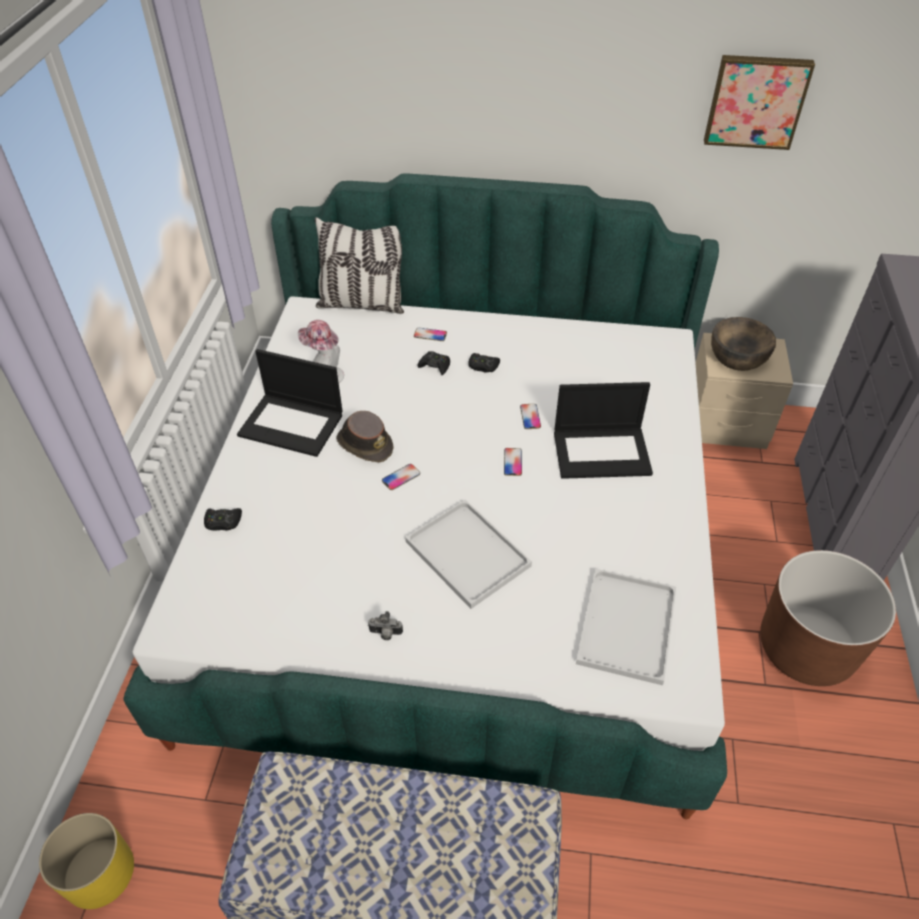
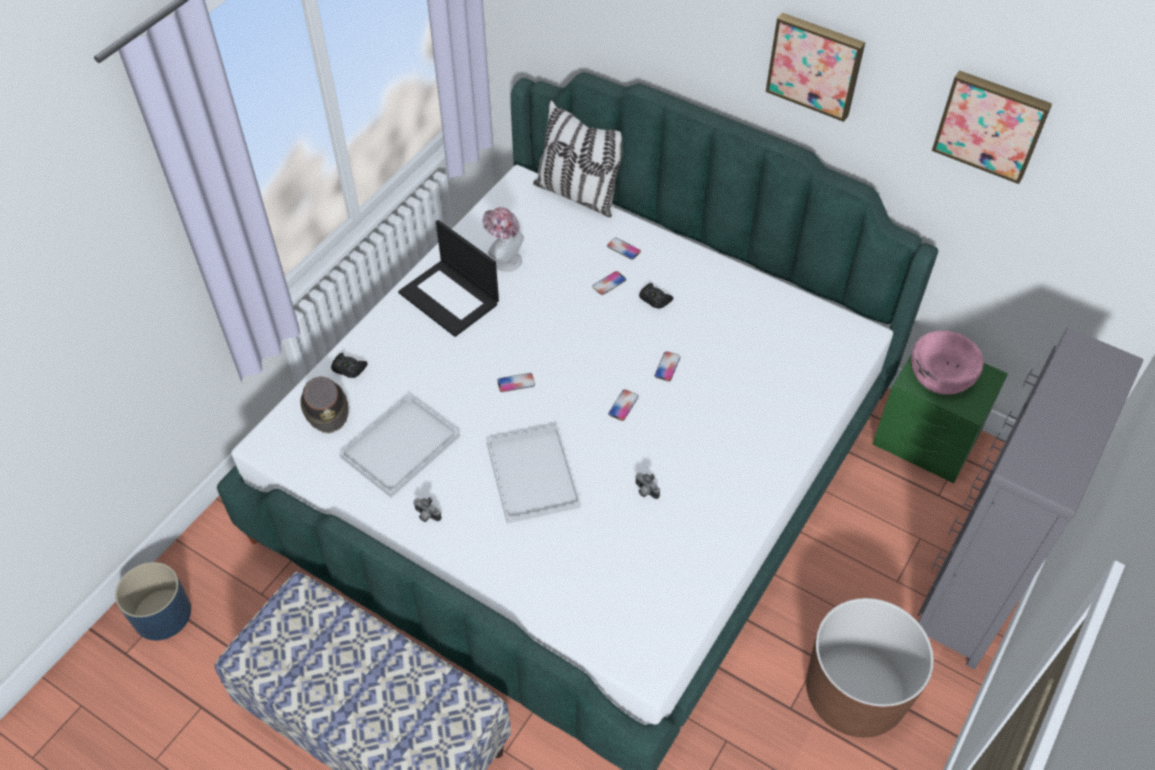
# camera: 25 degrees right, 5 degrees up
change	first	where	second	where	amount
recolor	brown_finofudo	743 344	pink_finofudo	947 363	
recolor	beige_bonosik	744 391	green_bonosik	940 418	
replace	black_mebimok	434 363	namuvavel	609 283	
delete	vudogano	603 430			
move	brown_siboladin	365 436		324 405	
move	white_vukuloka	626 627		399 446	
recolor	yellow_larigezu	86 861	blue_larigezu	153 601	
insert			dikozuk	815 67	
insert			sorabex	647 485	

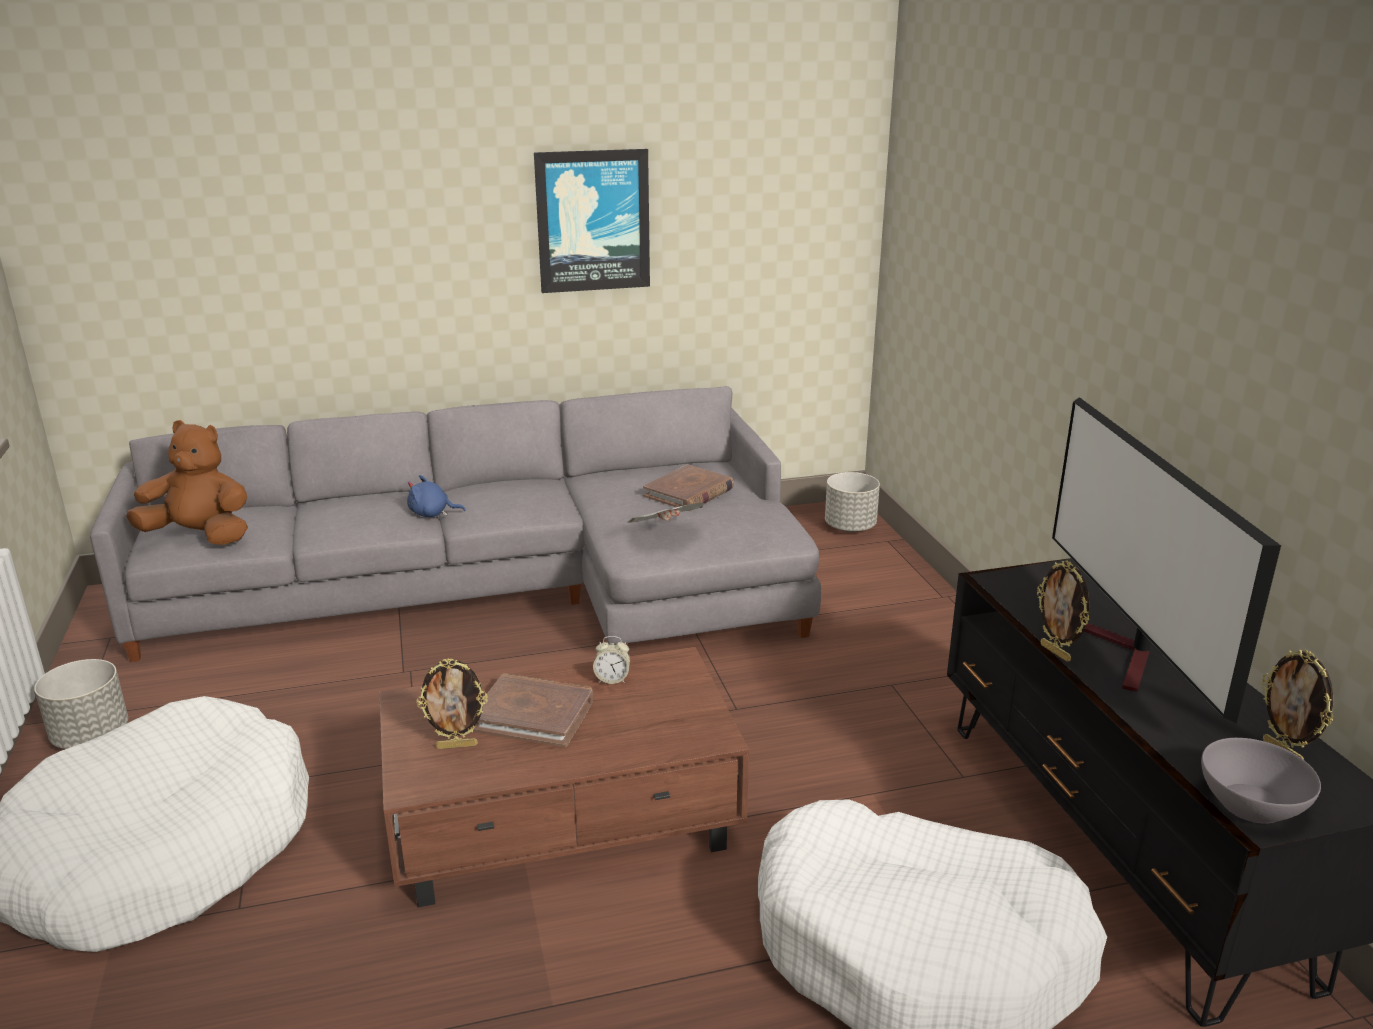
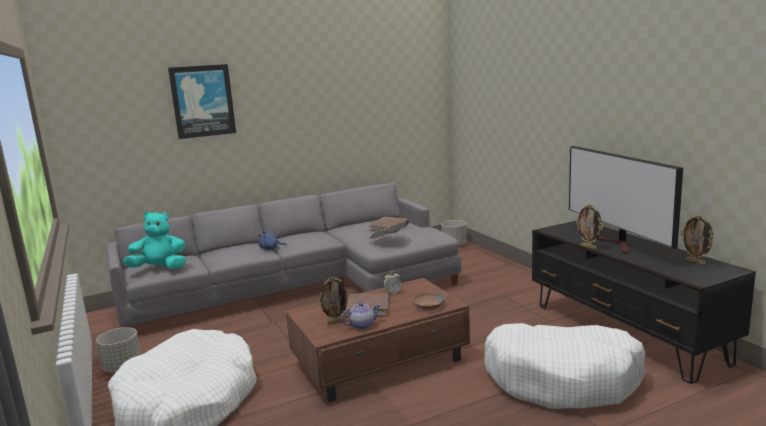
# camera: 10 degrees left, 10 degrees down
change	first	where	second	where	amount
move	dikozuk	592 221		202 101	
recolor	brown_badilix	187 482	turquoise_badilix	154 240	
delete	grey_finofudo	1261 781			
insert			brown_finofudo	429 301	
insert			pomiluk	361 316	

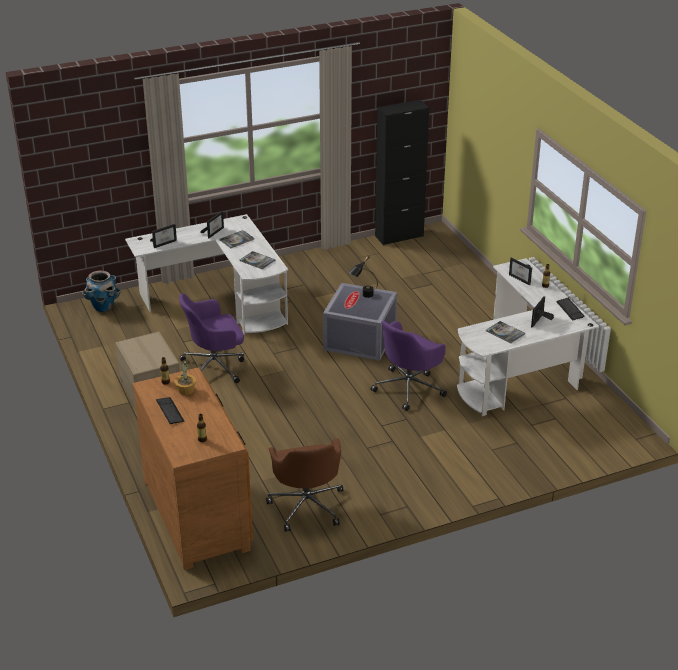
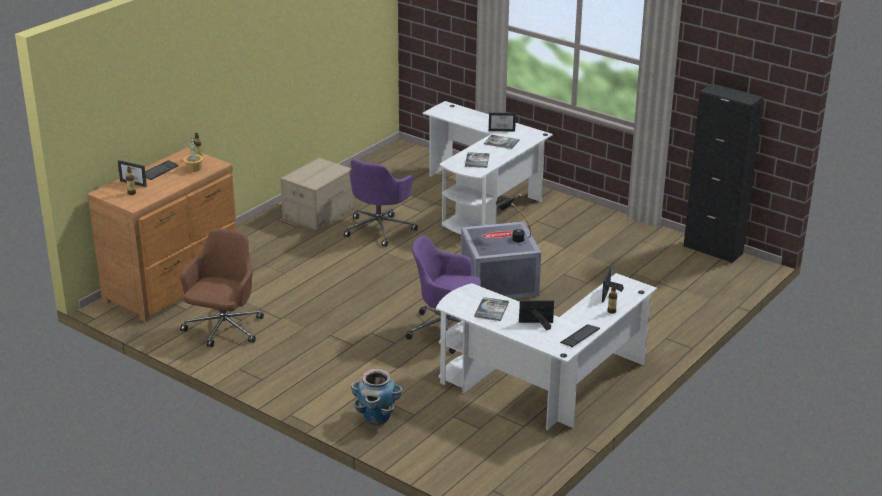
# camera: 60 degrees right, 5 degrees down
change	first	where	second	where	amount
move	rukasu	163 236		132 173	
move	larigezu	101 291		376 397	
rotate	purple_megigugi	211 338		381 203	105 degrees counterclockwise
rotate	brown_megigugi	304 485		222 288	150 degrees clockwise

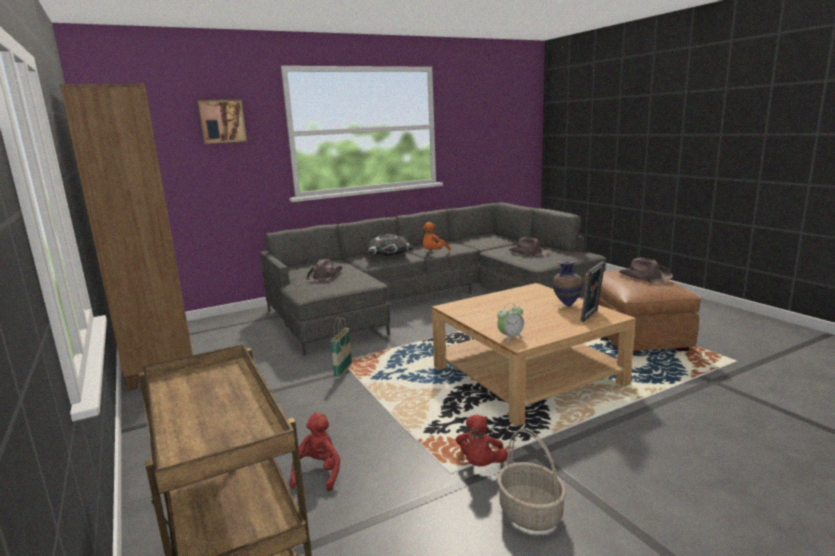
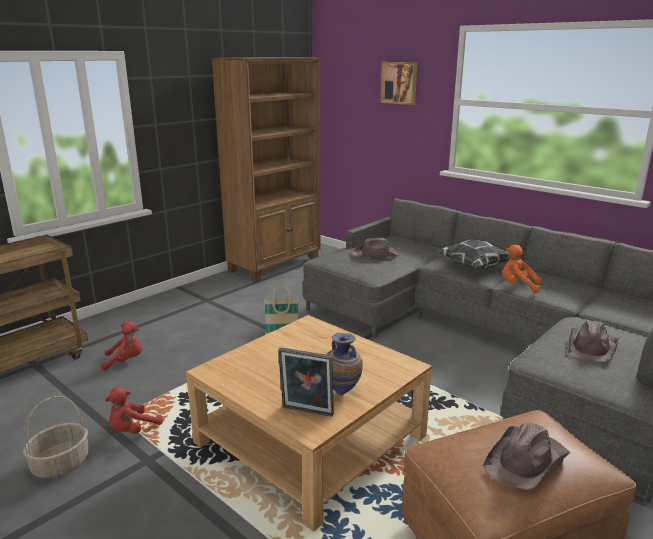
# camera: 70 degrees right, 5 degrees up
change	first	where	second	where	amount
delete	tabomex	510 322			
rotate	red_badilix	482 440		134 410	45 degrees counterclockwise

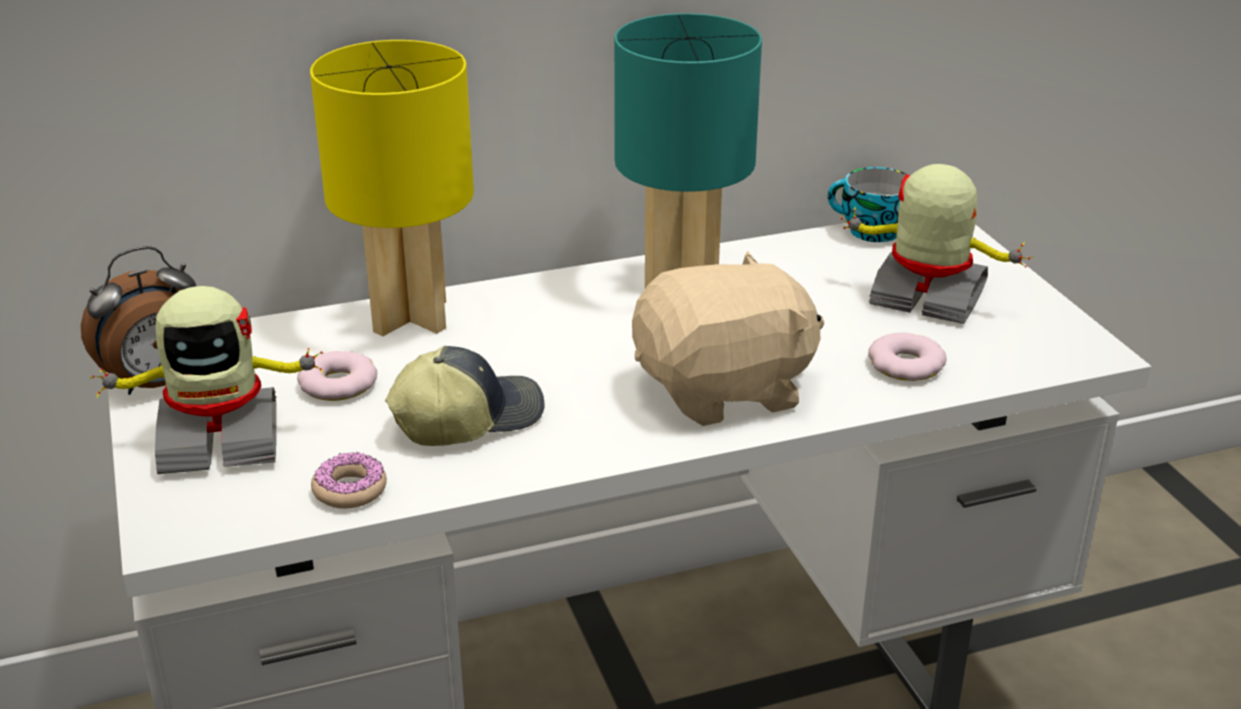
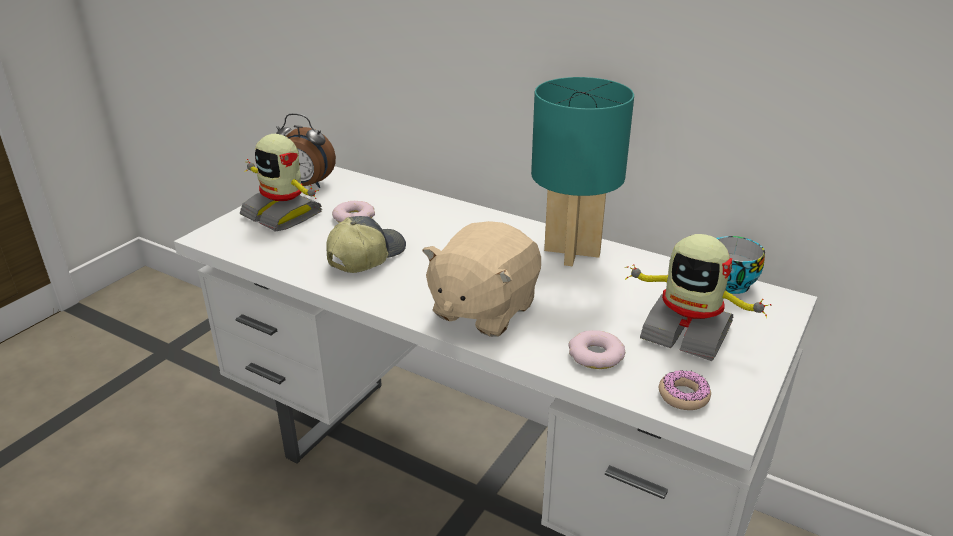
# camera: 50 degrees right, 0 degrees up
change	first	where	second	where	amount
delete	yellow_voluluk	392 188			
rotate	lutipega	937 244		699 297	135 degrees clockwise
rotate	beige_badilix	728 338		481 279	90 degrees clockwise
rotate	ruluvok	465 396		366 244	75 degrees counterclockwise
move	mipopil	349 480		685 390	

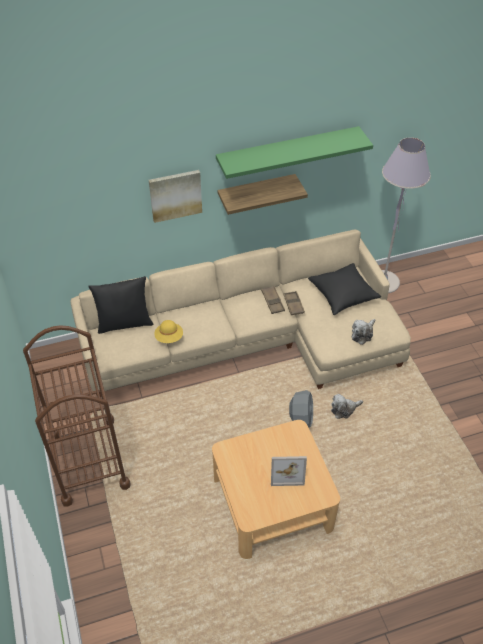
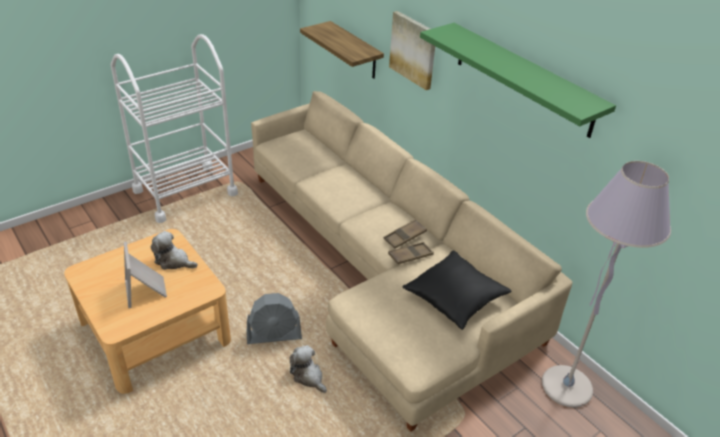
# camera: 70 degrees right, 10 degrees down
change	first	where	second	where	amount
move	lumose	262 194		342 50	
delete	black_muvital	121 305			
move	badilix	363 332		174 250	
delete	yellow_siboladin	168 331			
recolor	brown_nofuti	77 416	white_nofuti	174 128	

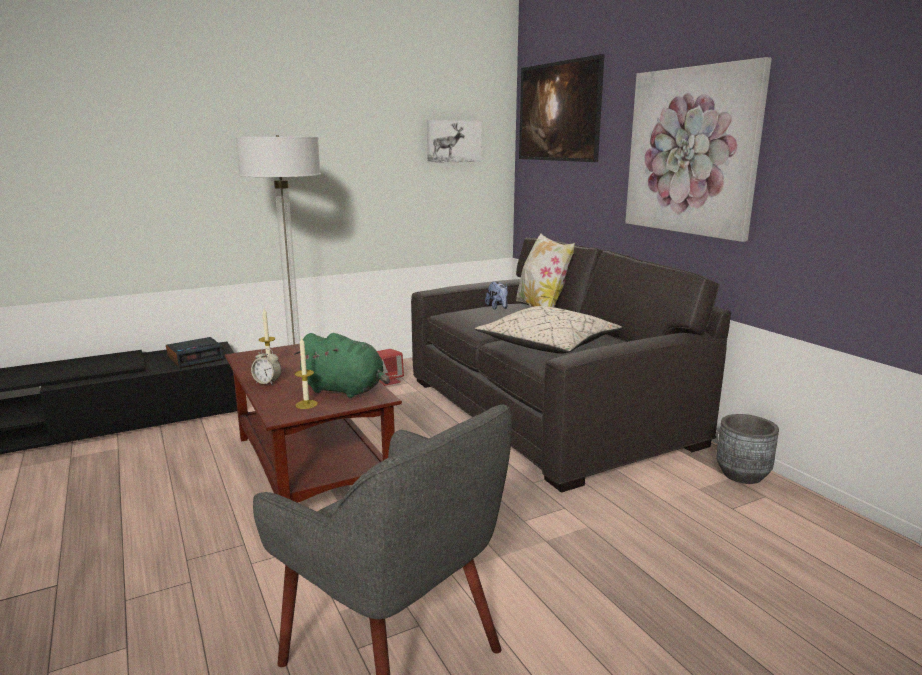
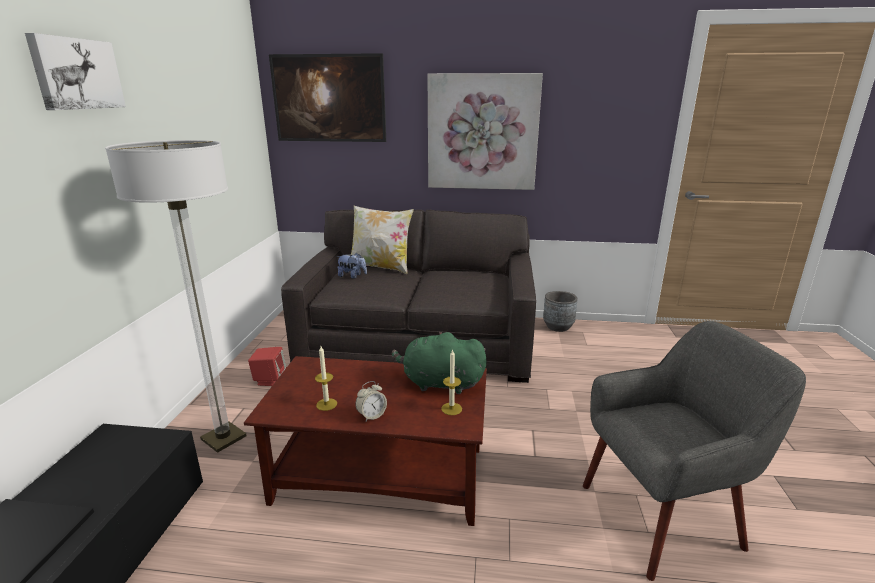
# camera: 55 degrees left, 5 degrees up
change	first	where	second	where	amount
move	dikozuk	454 141		75 71	
delete	beige_muvital	548 330			
rotate	green_badilix	342 365		439 362	135 degrees counterclockwise
delete	tabomex	195 352			

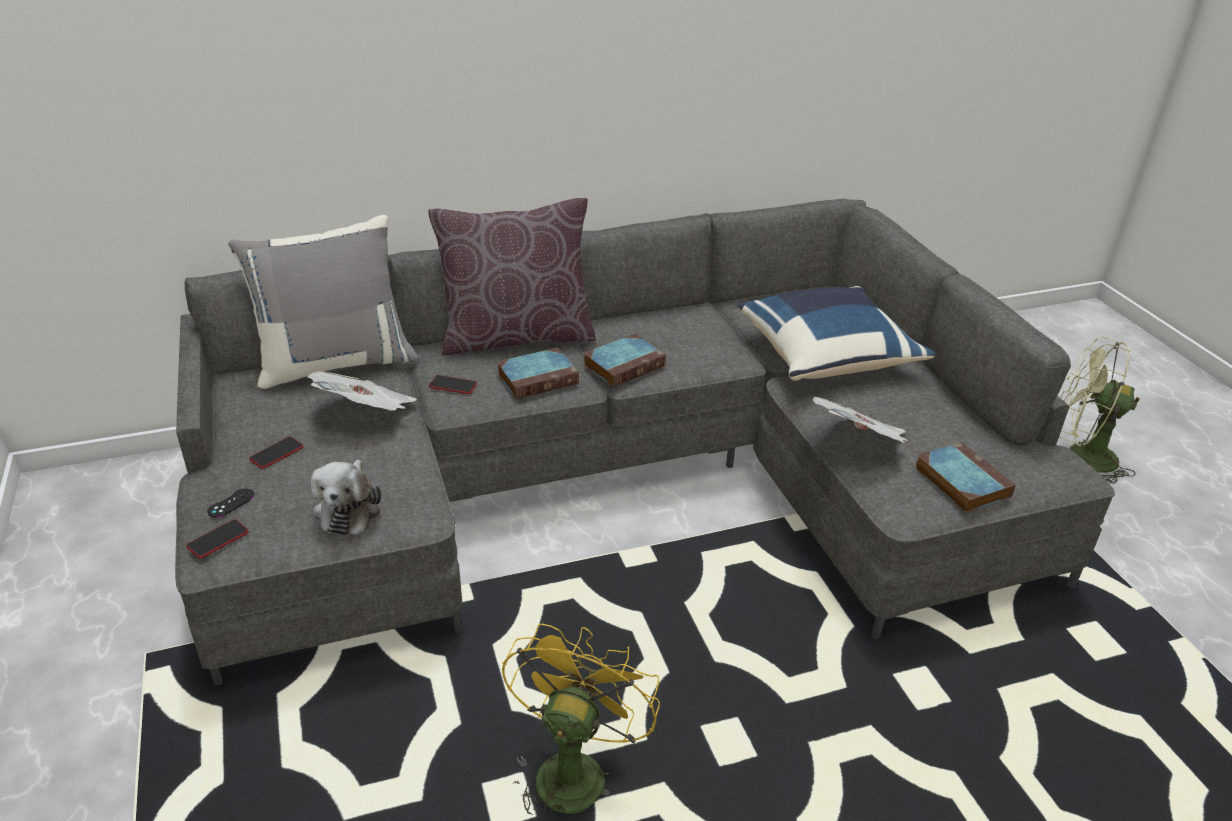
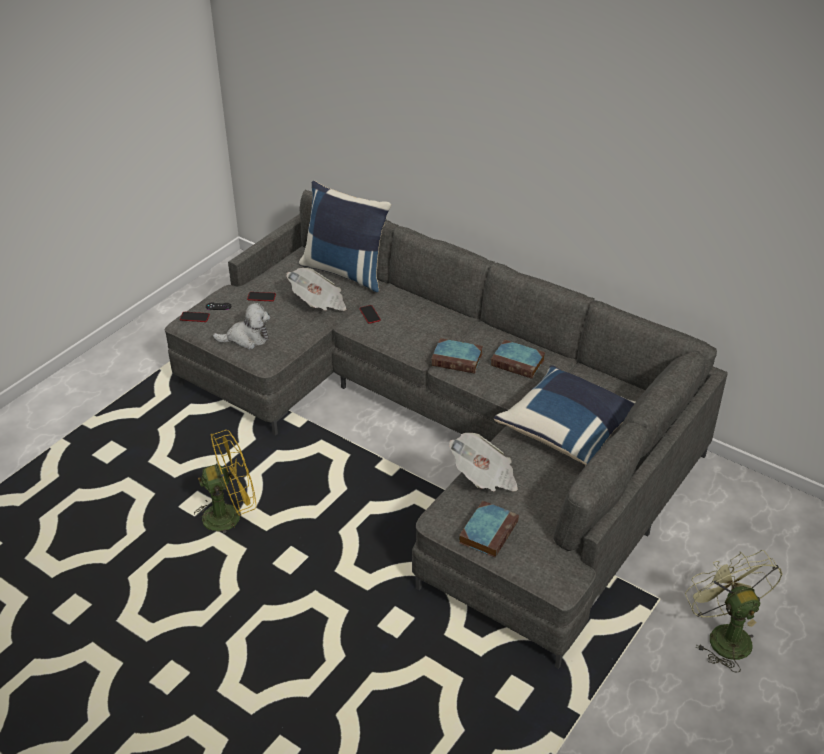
# camera: 55 degrees right, 5 degrees up
change	first	where	second	where	amount
delete	brown_muvital	512 277			
recolor	grey_muvital	323 303	blue_muvital	345 236	
move	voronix	538 373		518 359	
rotate	badilix	346 497		241 326	150 degrees counterclockwise

